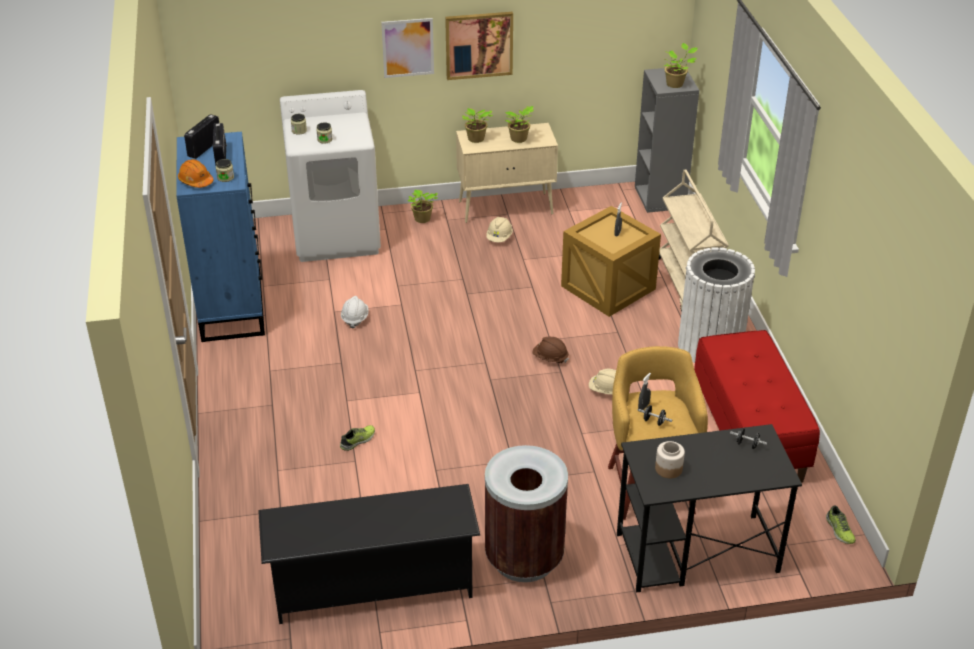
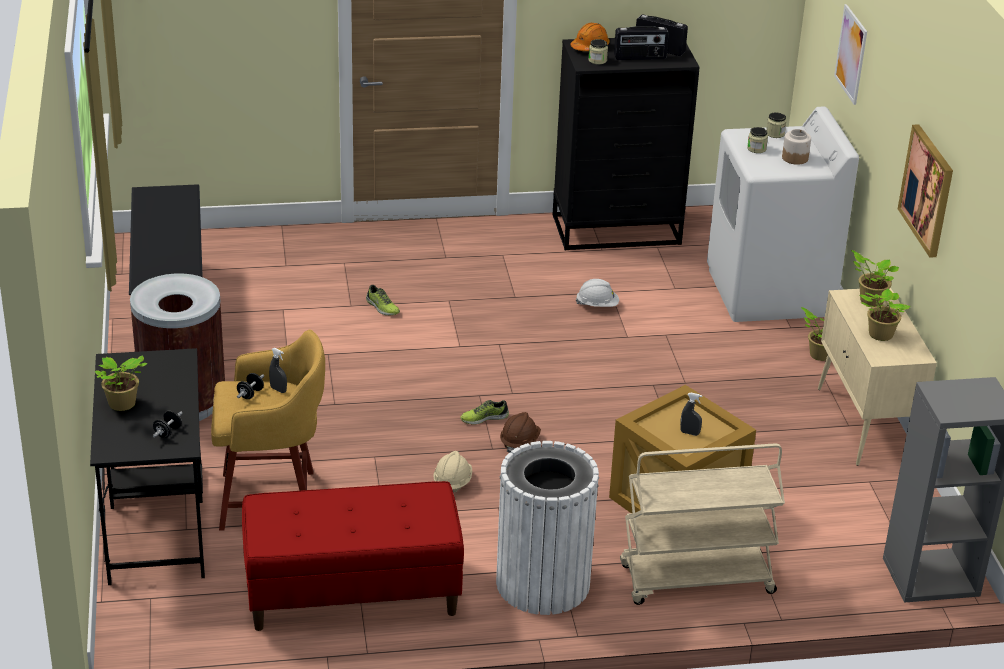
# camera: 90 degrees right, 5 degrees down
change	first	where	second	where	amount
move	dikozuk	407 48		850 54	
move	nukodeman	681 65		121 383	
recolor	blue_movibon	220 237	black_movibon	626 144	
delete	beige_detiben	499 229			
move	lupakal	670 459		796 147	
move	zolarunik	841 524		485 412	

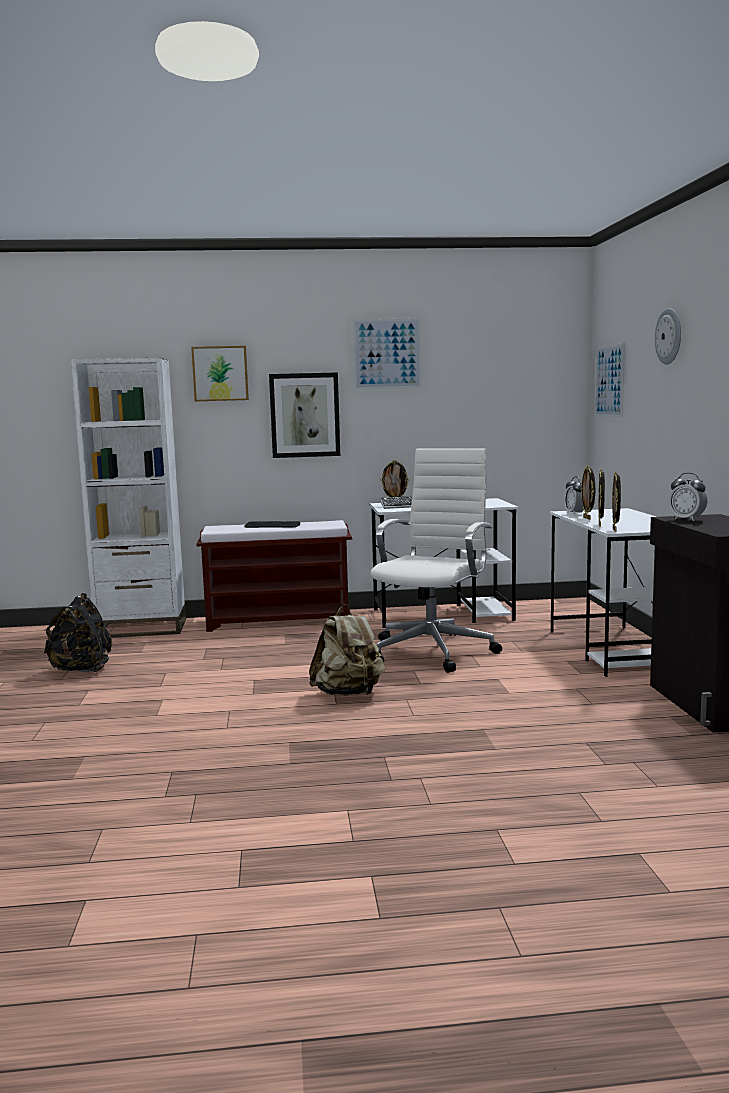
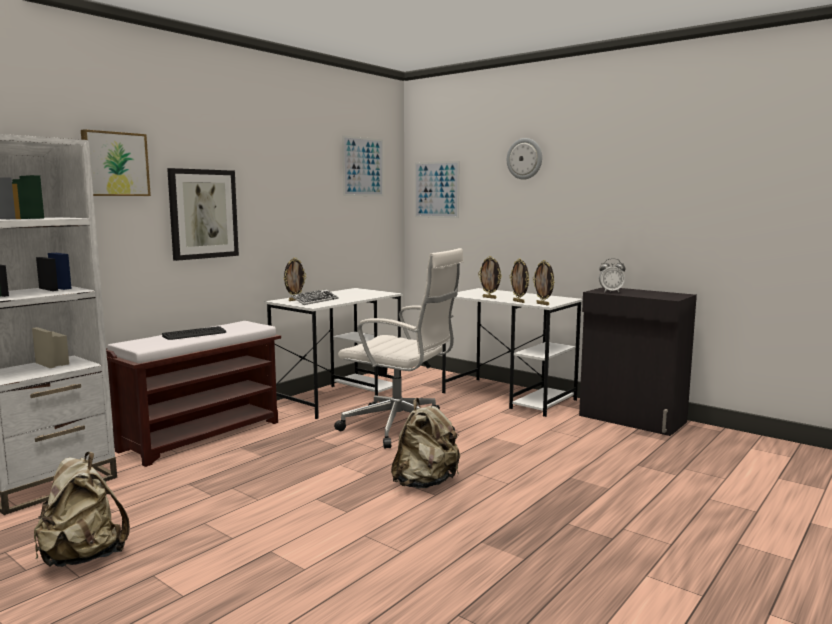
# camera: 45 degrees left, 0 degrees up
change	first	where	second	where	amount
move	dikozuk	387 354		362 165	
rotate	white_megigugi	436 560		399 348	135 degrees clockwise
delete	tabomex	574 495			
recolor	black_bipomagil	78 632	beige_bipomagil	82 509	

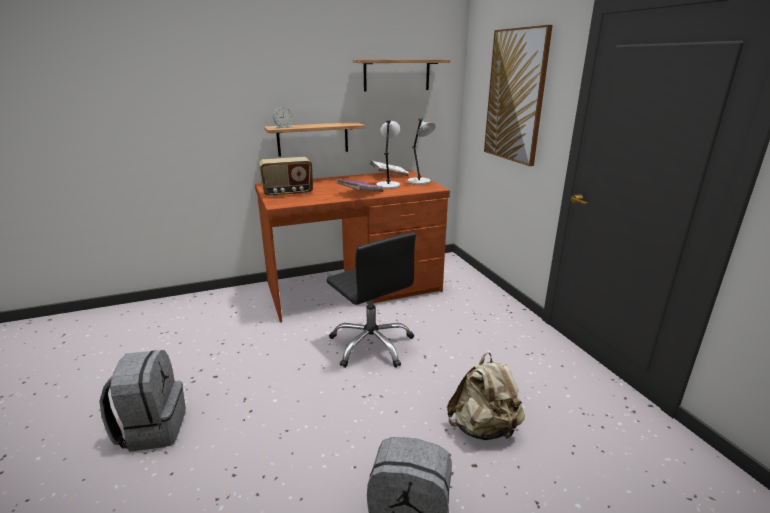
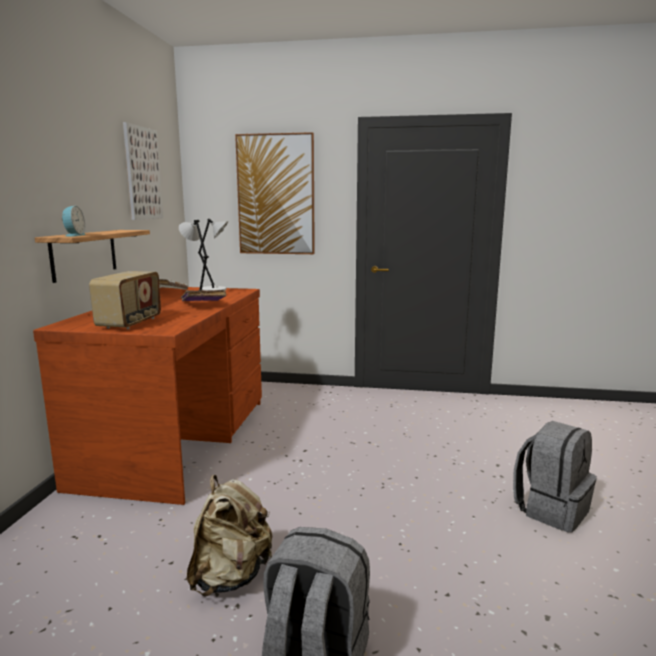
# camera: 60 degrees left, 10 degrees down
change	first	where	second	where	amount
replace	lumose	401 75	dikozuk	143 171	
delete	black_megigugi	371 300			
move	beige_bipomagil	486 396		229 535	

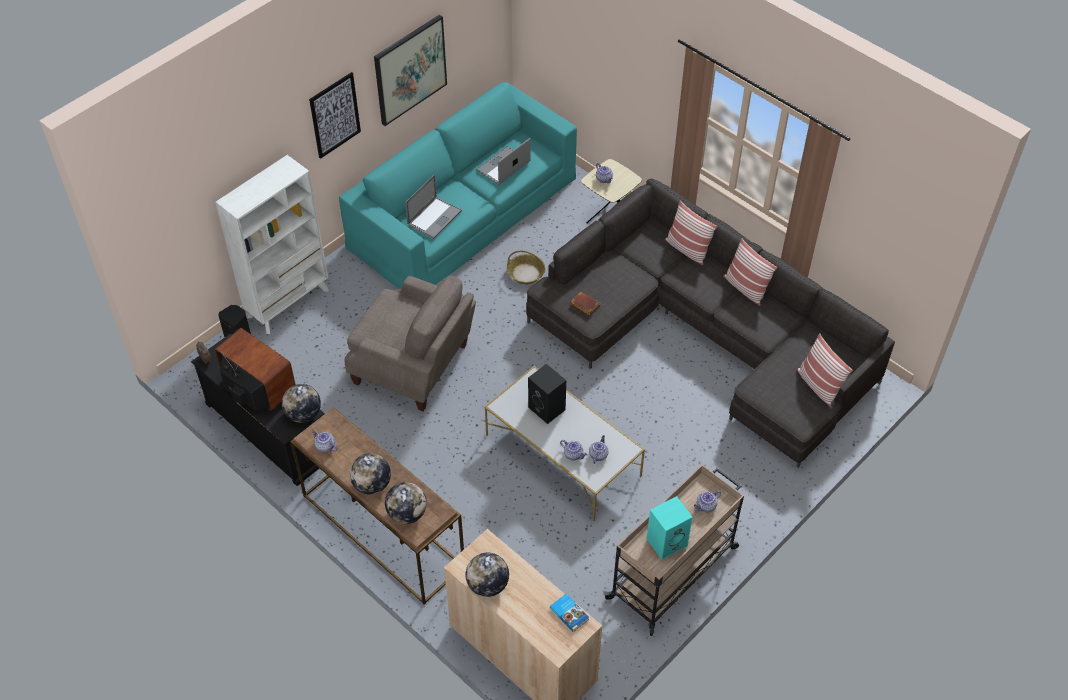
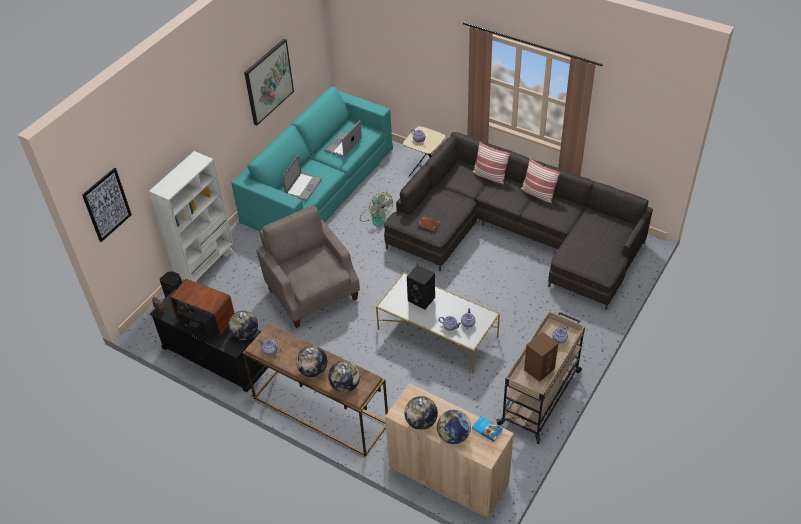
# camera: 10 degrees left, 5 degrees down
change	first	where	second	where	amount
move	dikozuk	335 115		107 205	
replace	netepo	526 267	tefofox	376 209	
rotate	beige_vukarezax	410 343		308 267	135 degrees counterclockwise
delete	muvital	825 370			
recolor	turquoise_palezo	670 527	brown_palezo	541 357	
insert			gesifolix	454 427	

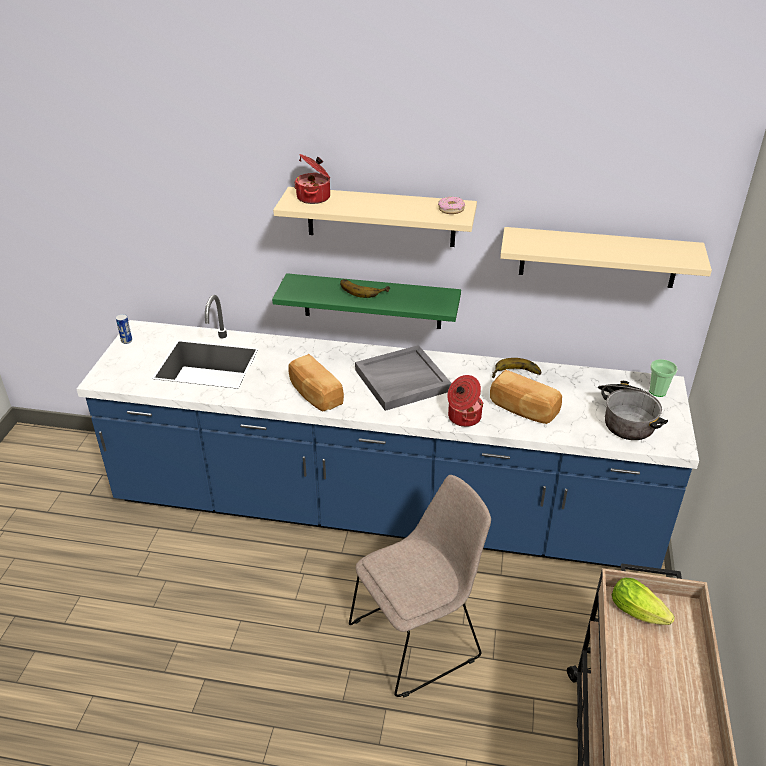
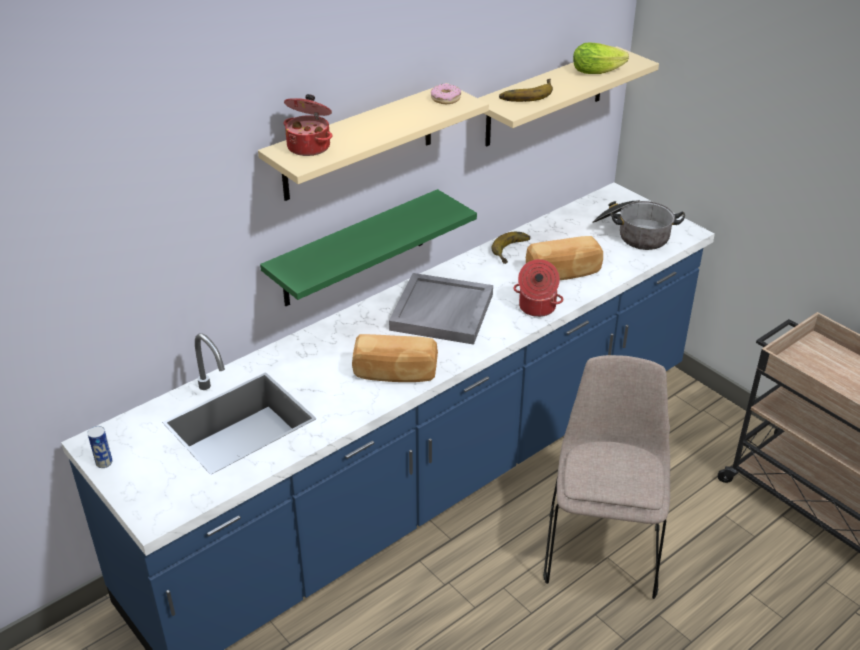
# camera: 50 degrees left, 0 degrees up
change	first	where	second	where	amount
move	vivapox	365 288		526 90	
delete	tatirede	663 378			
move	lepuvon	643 601		601 58	

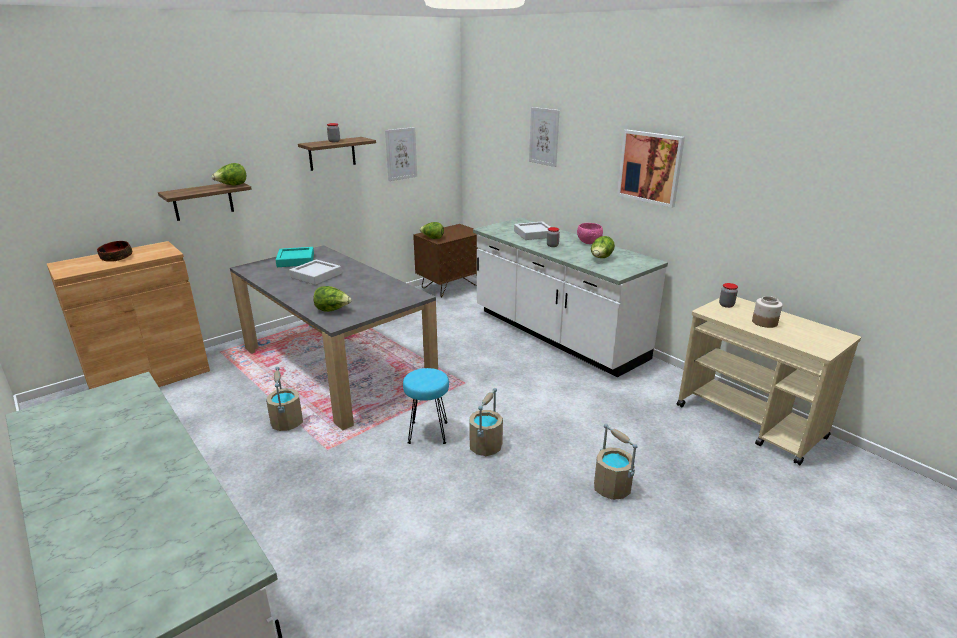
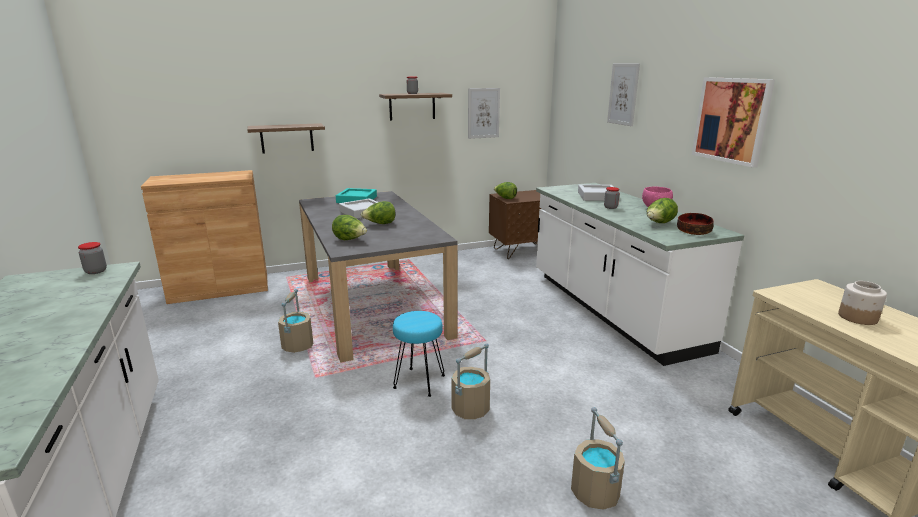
# camera: 20 degrees right, 5 degrees down
change	first	where	second	where	amount
move	lepuvon	229 174		378 212	
move	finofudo	114 251		695 224	
move	lupakal	728 295		92 258	

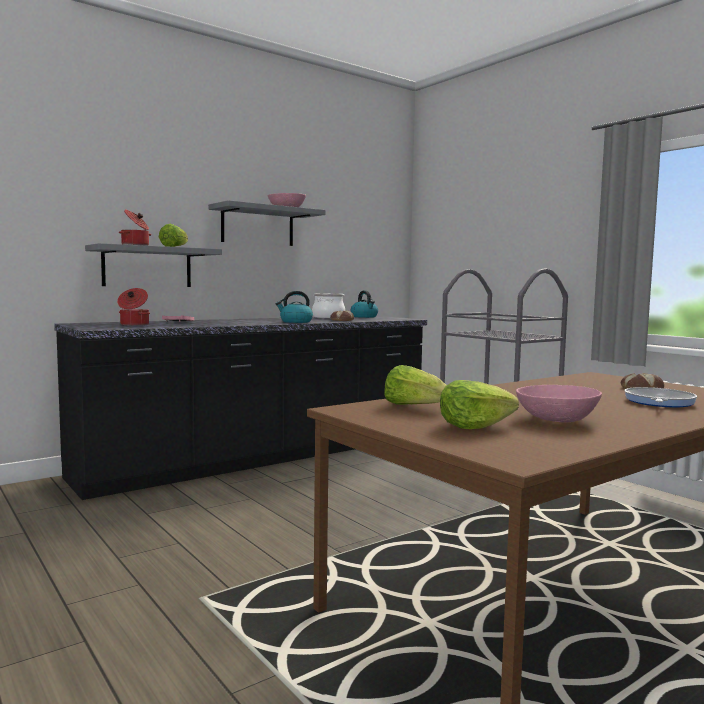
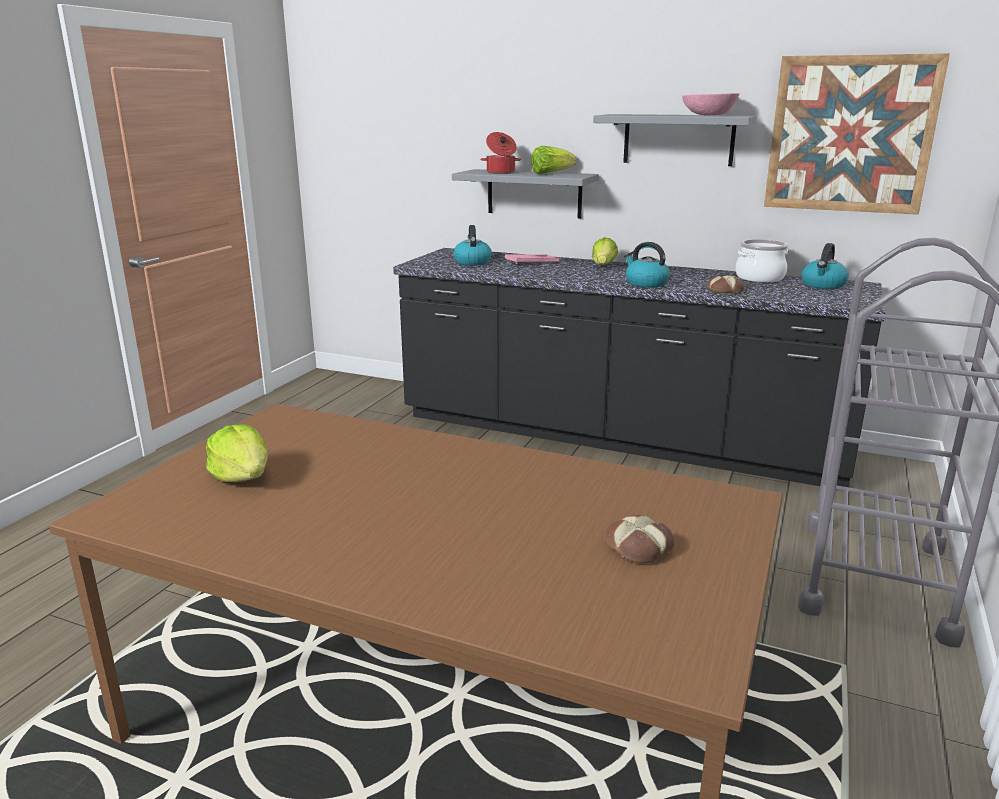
# camera: 60 degrees right, 15 degrees up
change	first	where	second	where	amount
replace	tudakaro	133 307	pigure	472 245	
move	lepuvon	415 385		605 251	
delete	pink_finofudo	559 403			
delete	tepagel	660 397			
insert			dikozuk	857 134	

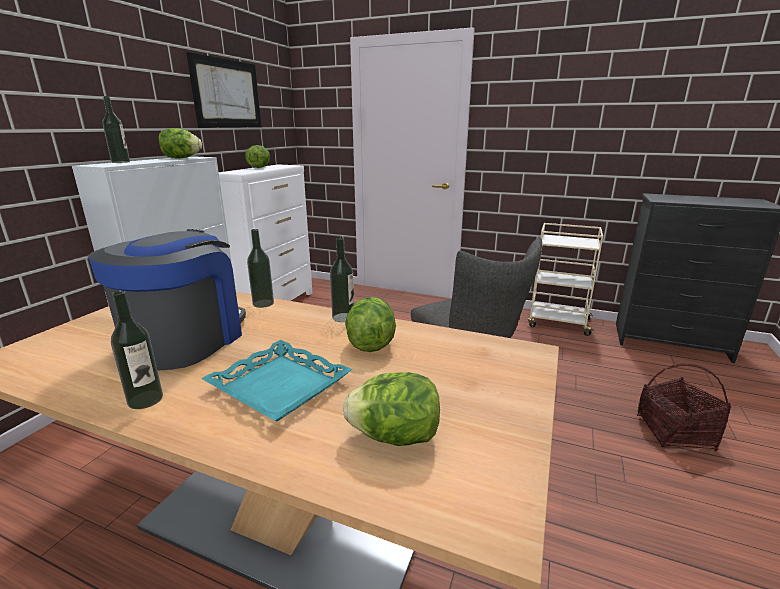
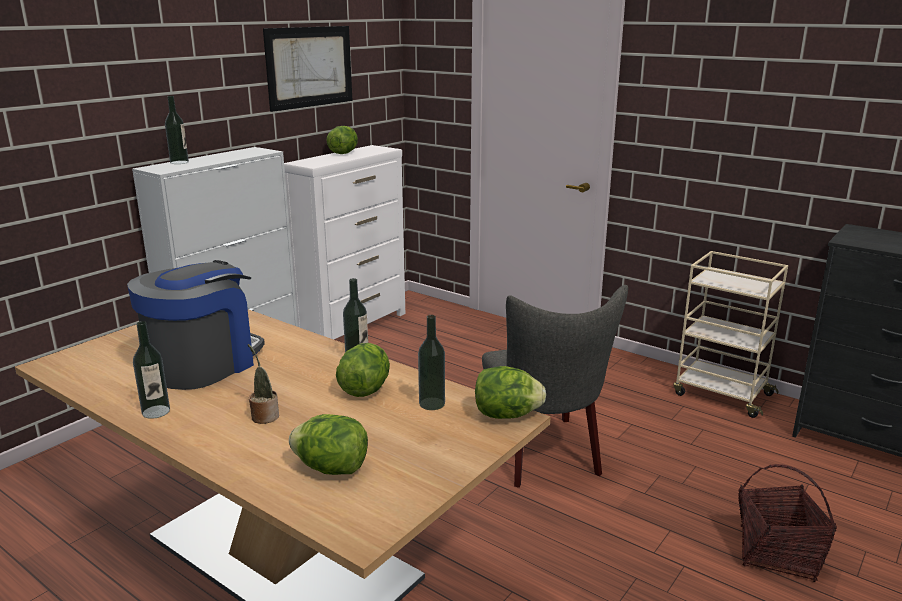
# camera: 15 degrees right, 0 degrees up
change	first	where	second	where	amount
move	lepuvon	180 143		510 392	
move	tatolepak	260 268		431 362	
replace	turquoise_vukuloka	276 380	nukodeman	263 384	

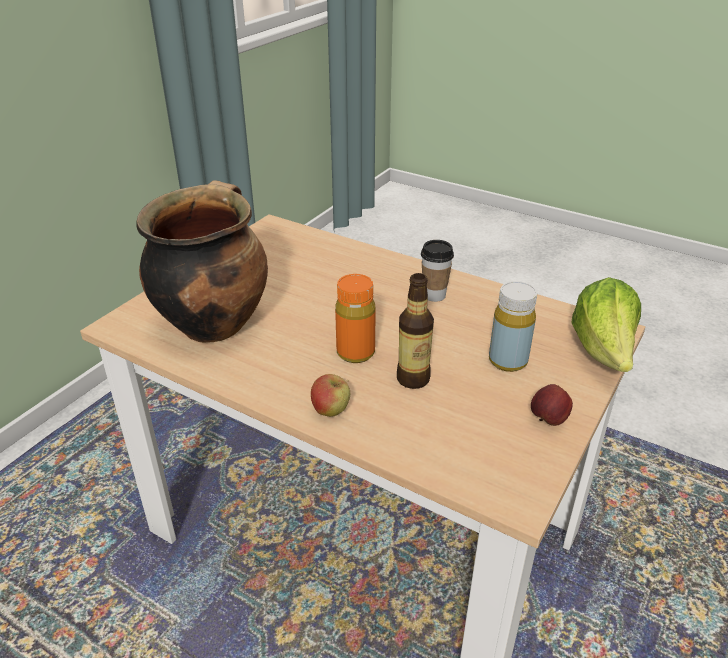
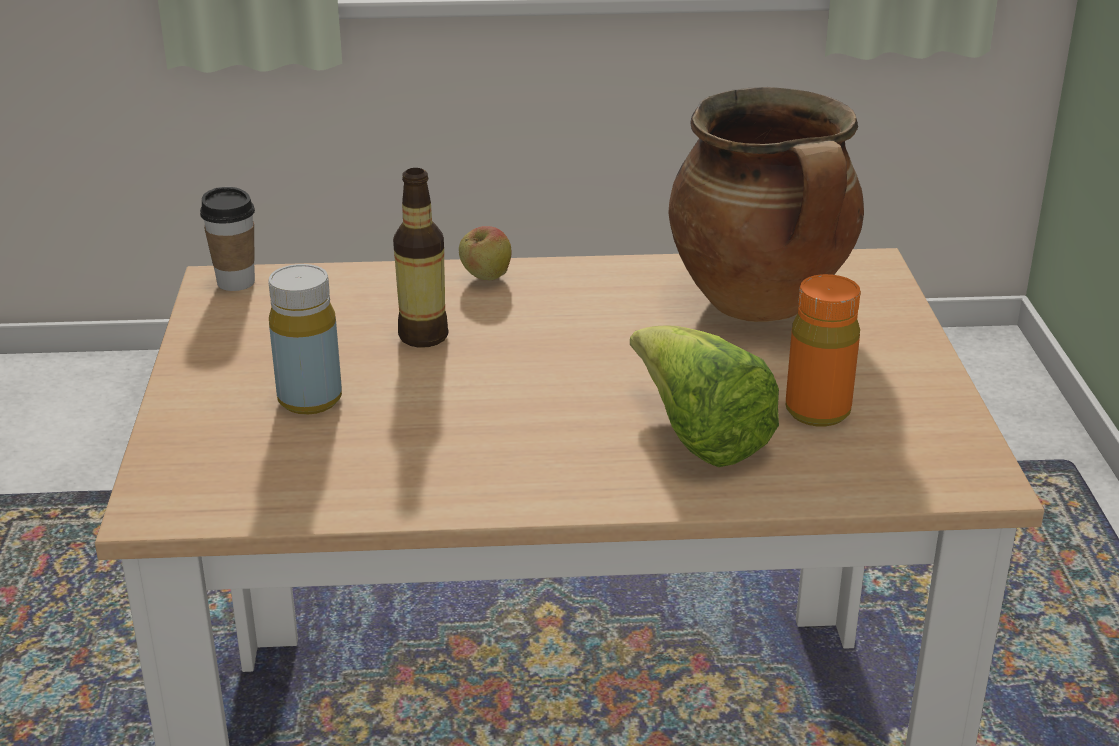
# camera: 145 degrees right, 5 degrees down
change	first	where	second	where	amount
move	tatirede	437 271		227 239	
move	orange_tatolepak	355 318		823 350	
move	lepuvon	606 324		704 396	
delete	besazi	552 405			

